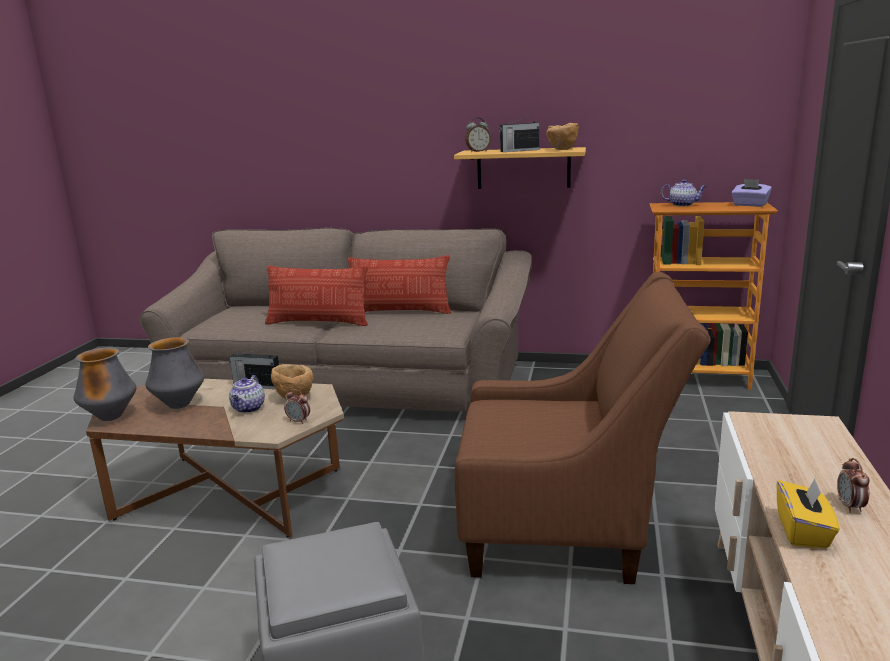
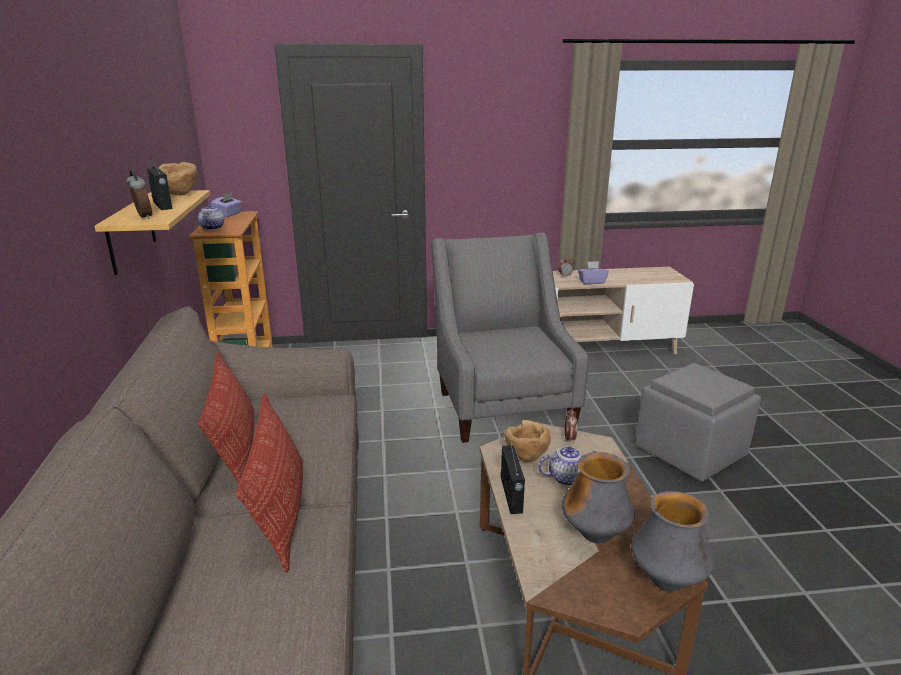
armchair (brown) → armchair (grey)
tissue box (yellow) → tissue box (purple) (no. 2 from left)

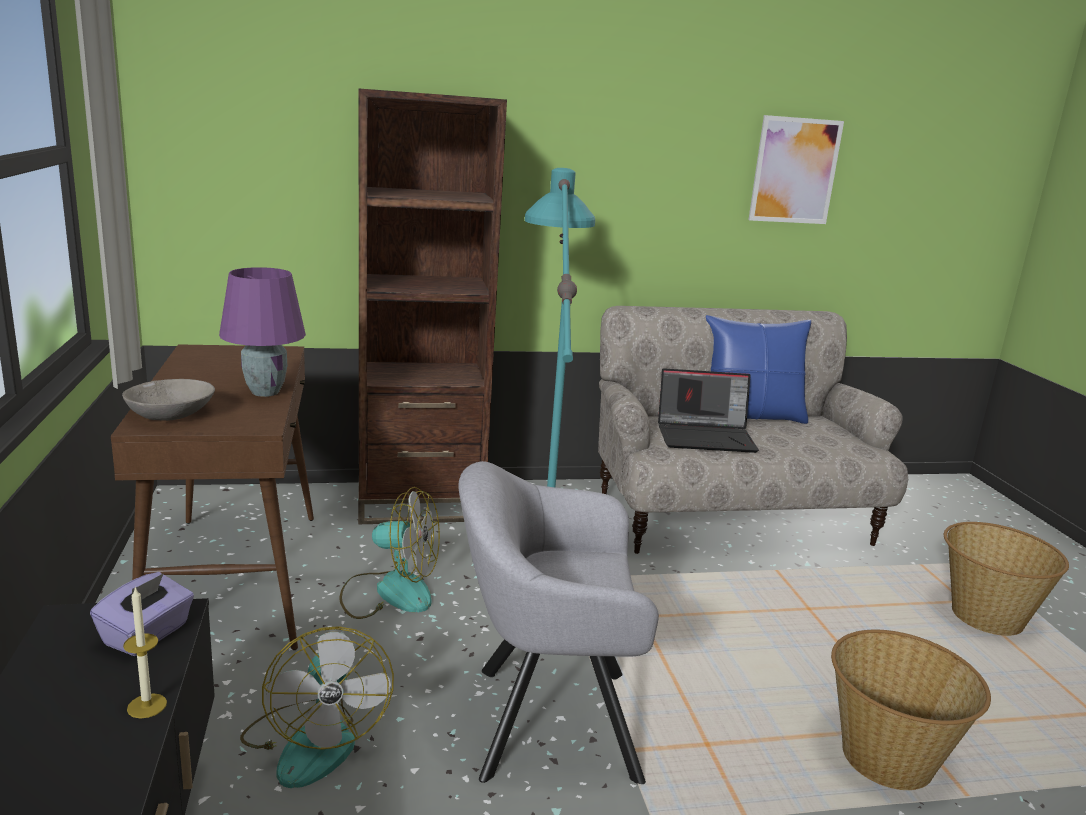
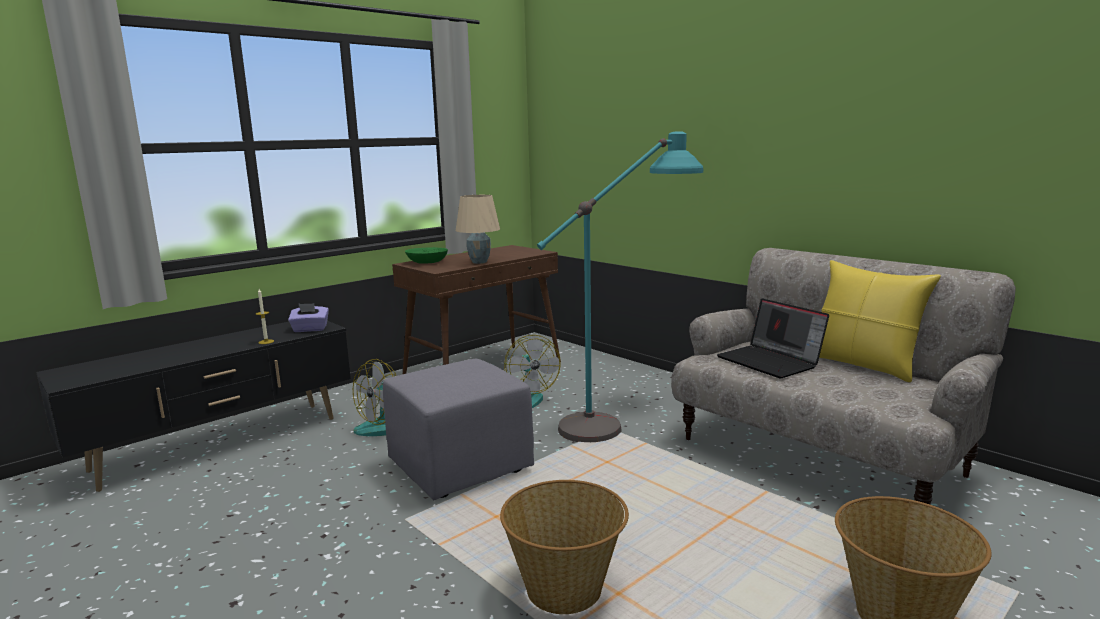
bookcase (brown) → -
picture → -
table lamp (purple) → table lamp (beige)
pillow (blue) → pillow (yellow)
bowl (grey) → bowl (green)
armchair (grey) → ottoman (grey)

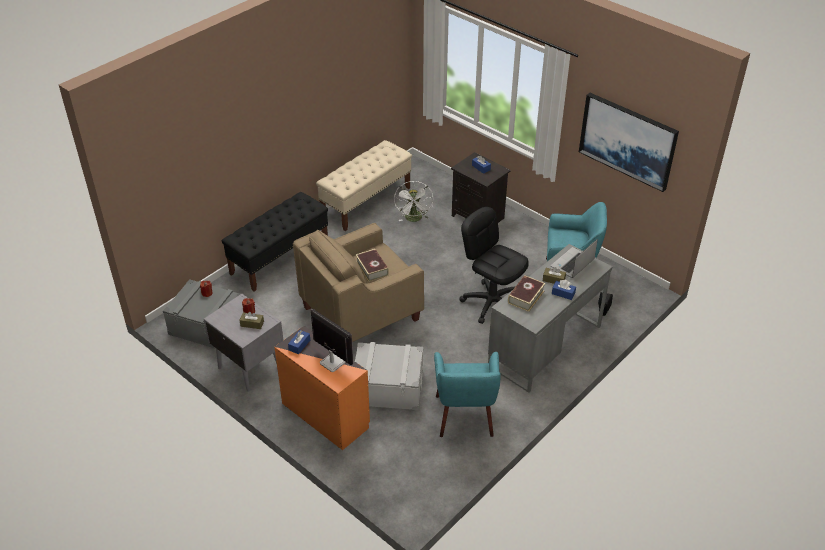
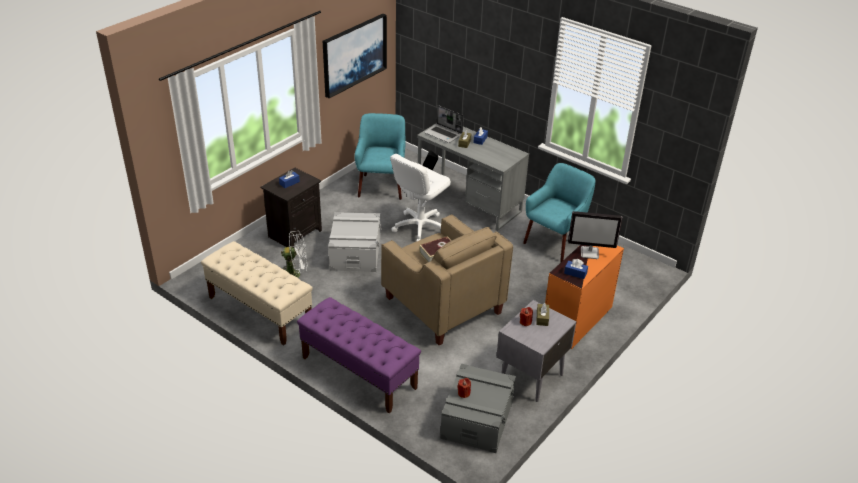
bench (black) → bench (purple)
office chair (black) → office chair (white)
book (no. 2 from left) → -
monitor, 120 degrees counterclockwise
storage box (grey) (no. 2 from left in the first image) → storage box (grey) (no. 1 from left), relocated
armchair (turquoise) (no. 1 from left in the first image) → armchair (turquoise) (no. 2 from left), 45 degrees counterclockwise

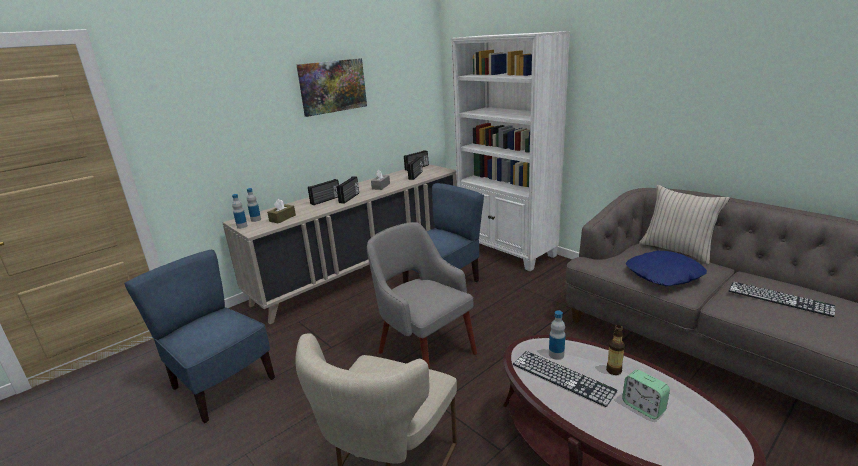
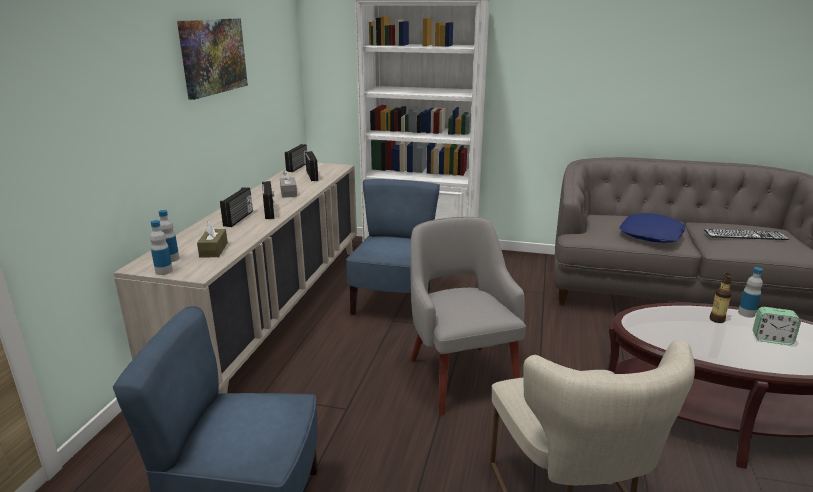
pillow (beige) → -
armchair (grey), 60 degrees clockwise
bottle (no. 3 from left in the first image) → bottle (no. 4 from left), relocated
keyboard (no. 1 from left) → -

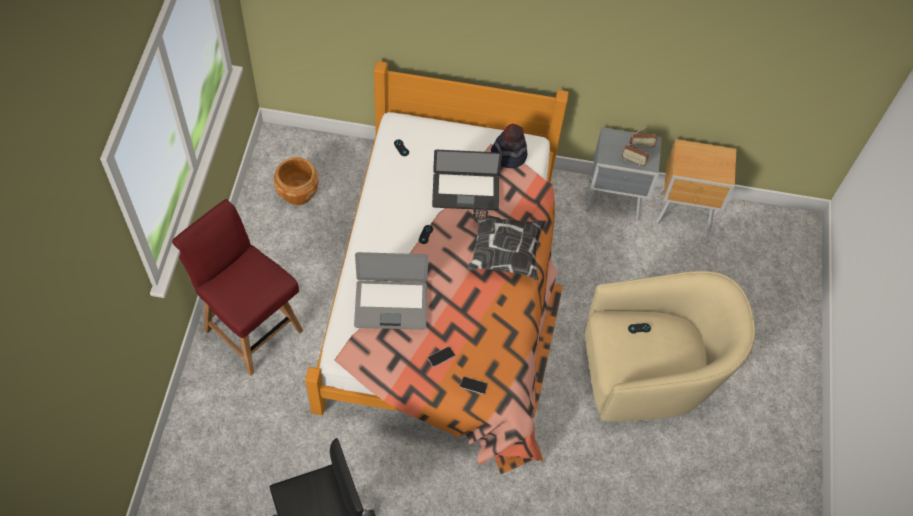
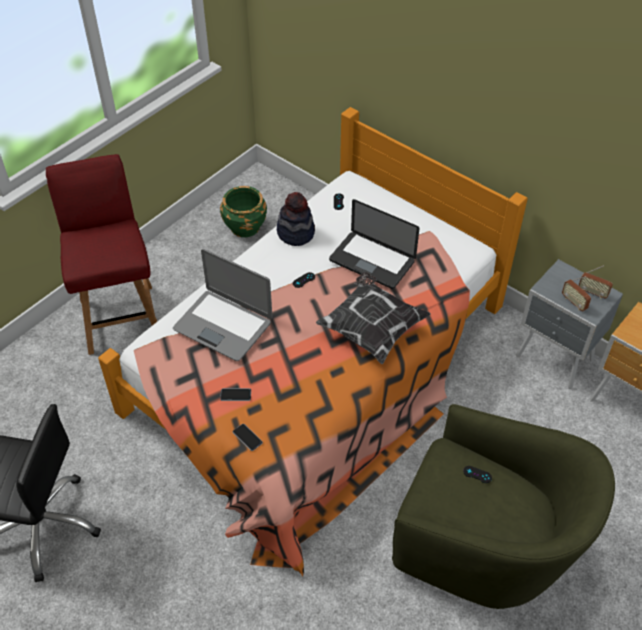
hat, relocated
planter (brown) → planter (green)
armchair (beige) → armchair (green)

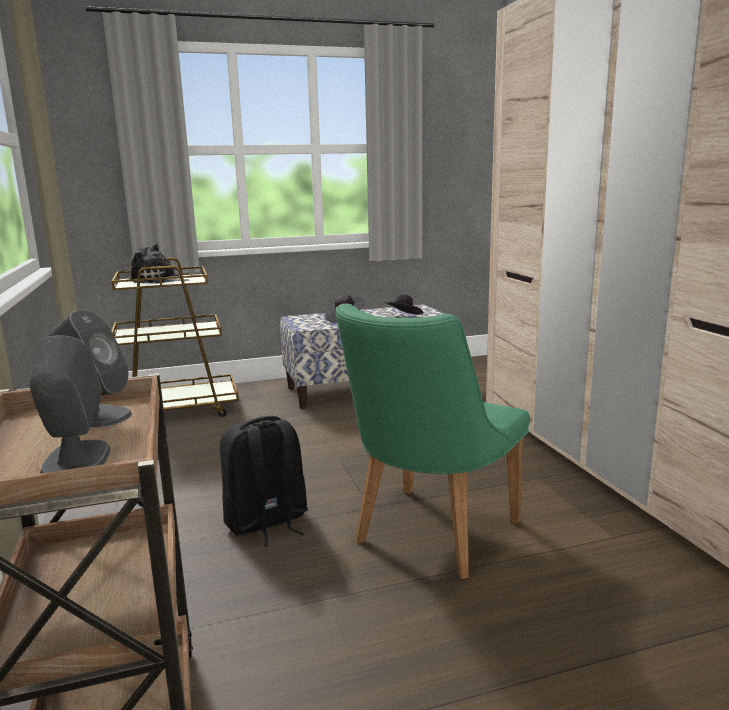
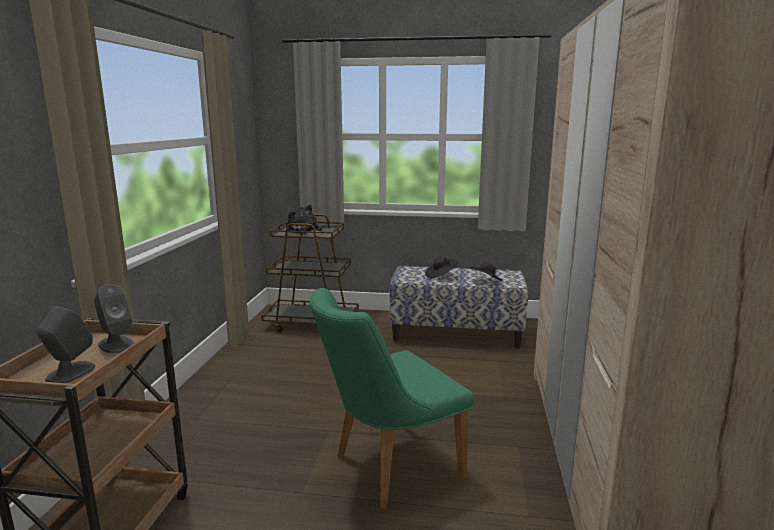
backpack (black) → -

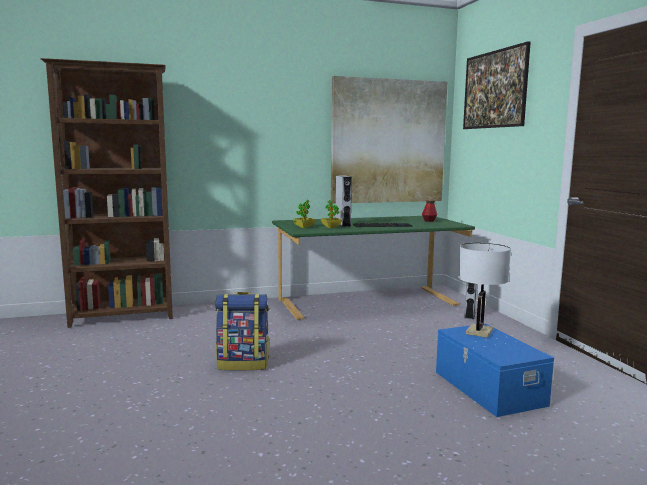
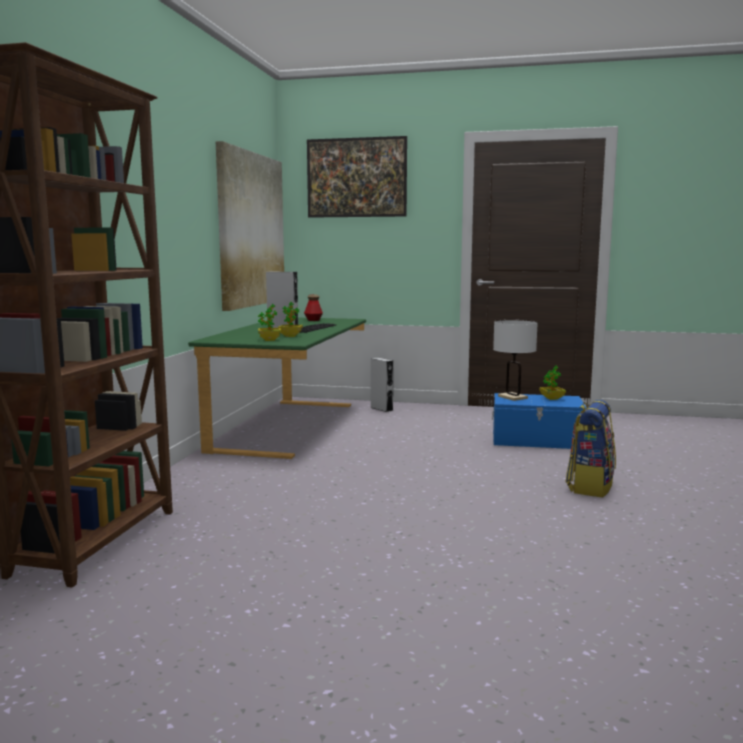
backpack, relocated
- → potted plant (no. 3 from left)

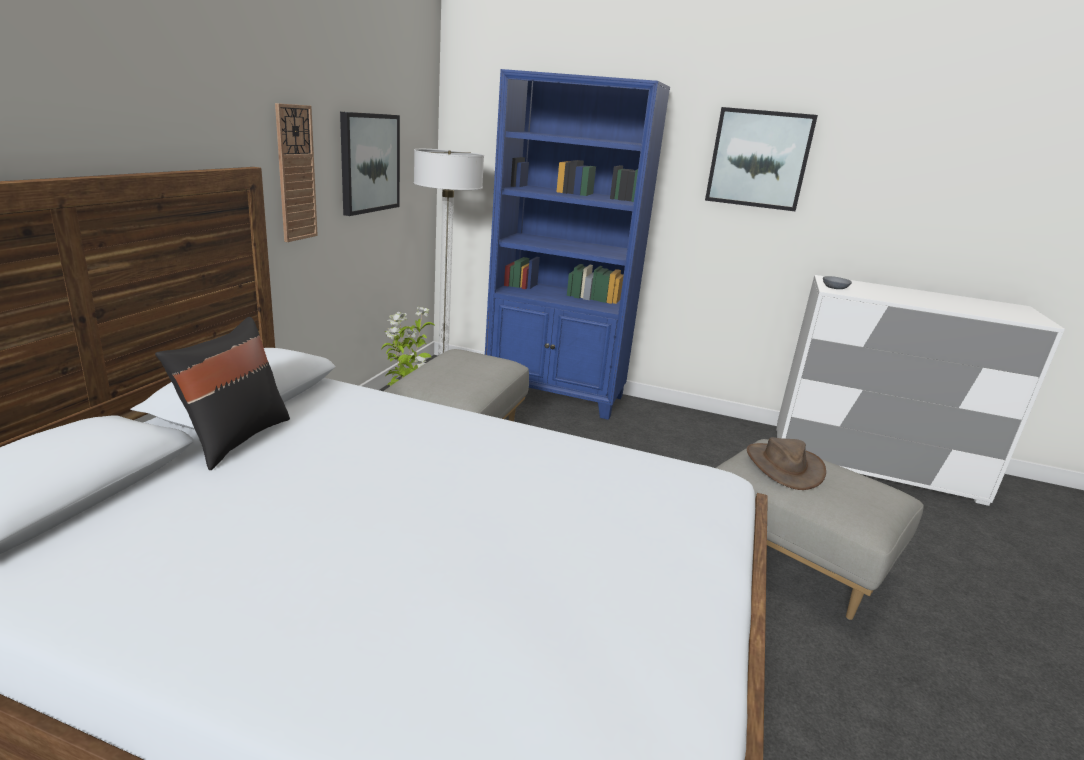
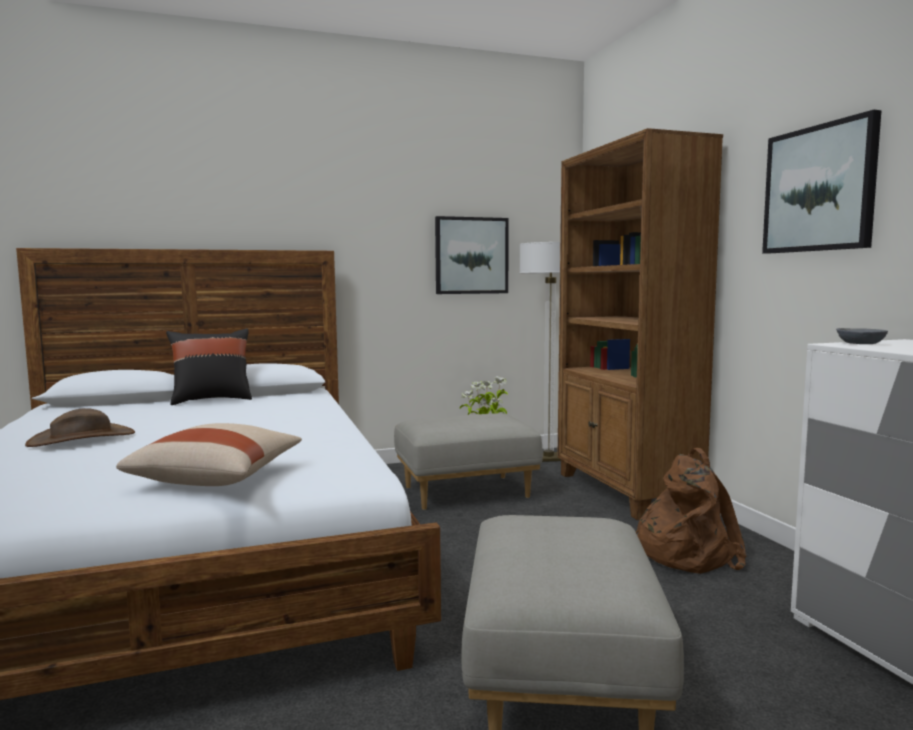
bookcase (blue) → bookcase (brown)
wall clock → -
hat (brown), relocated
- → pillow (beige)
- → backpack (brown)

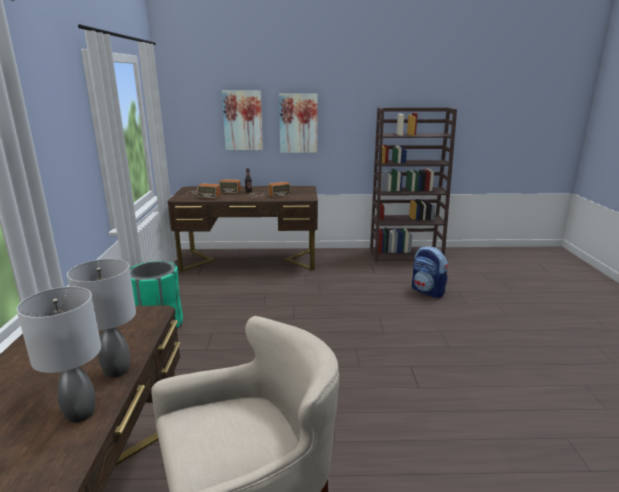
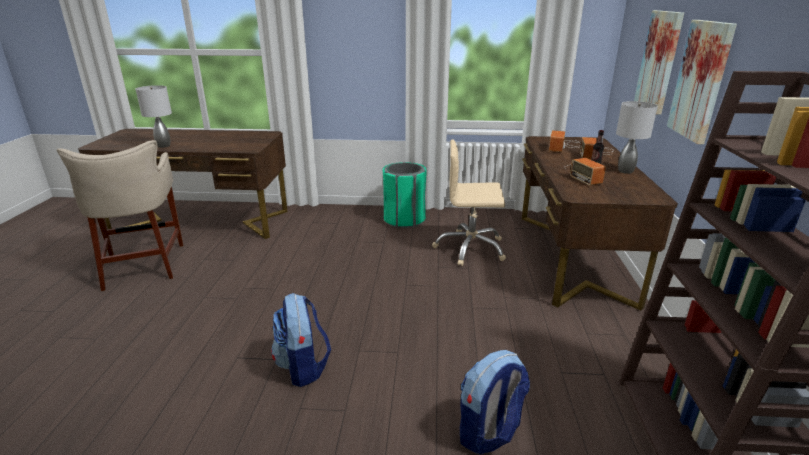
table lamp (grey) (no. 2 from left), relocated
- → office chair (beige)
- → backpack (no. 1 from left)

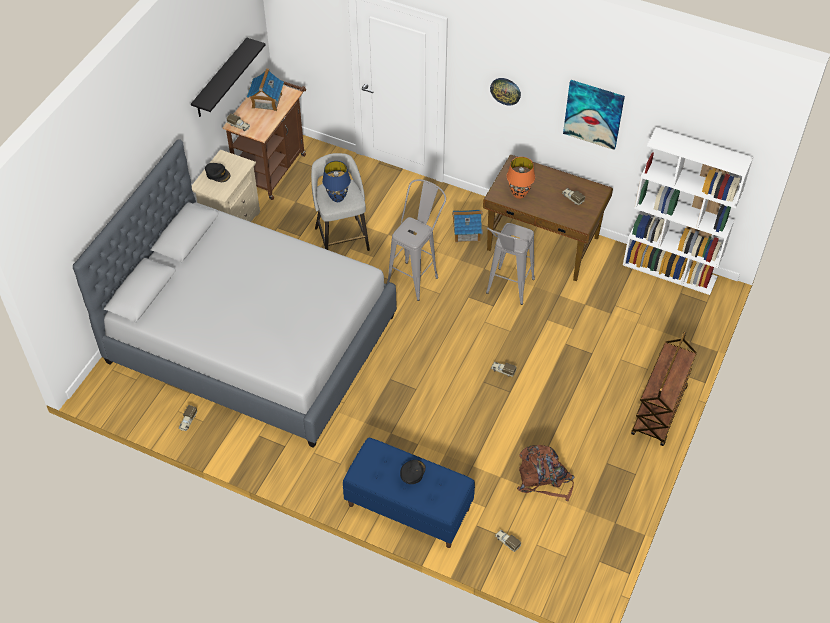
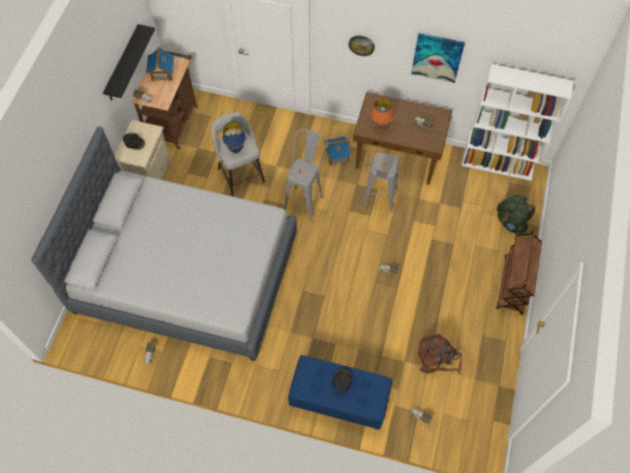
- → backpack (green)

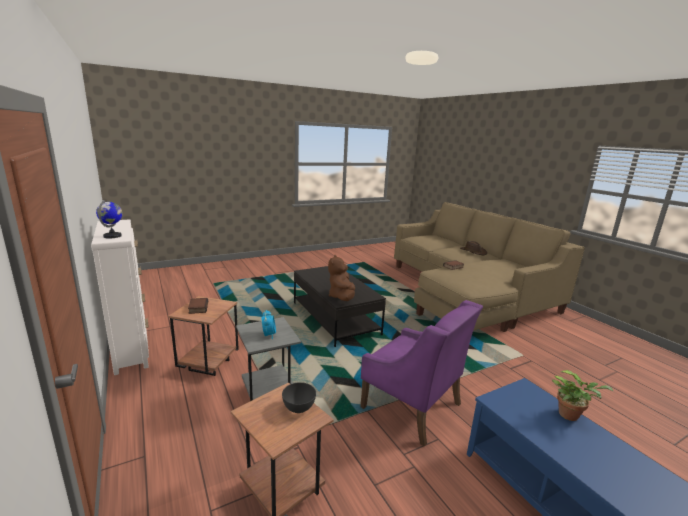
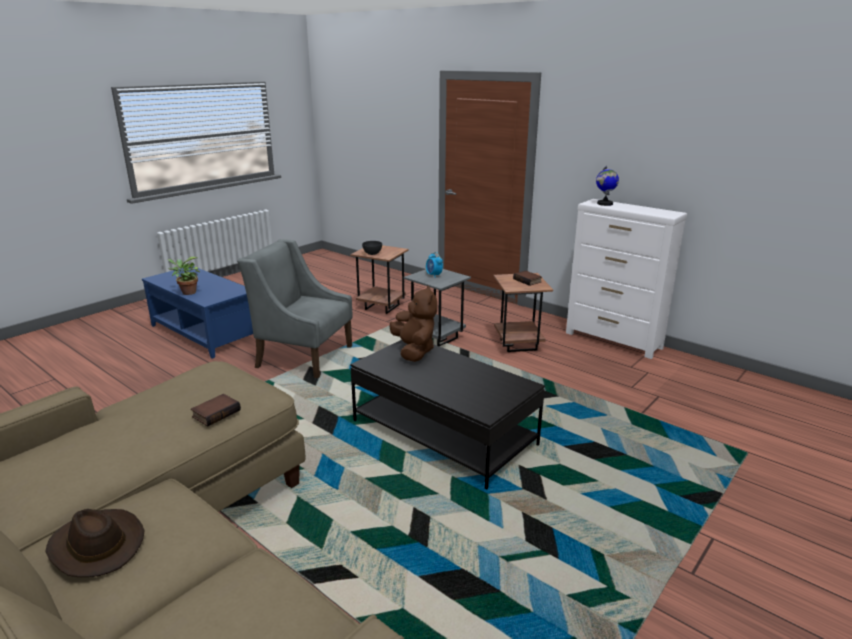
armchair (purple) → armchair (grey)

